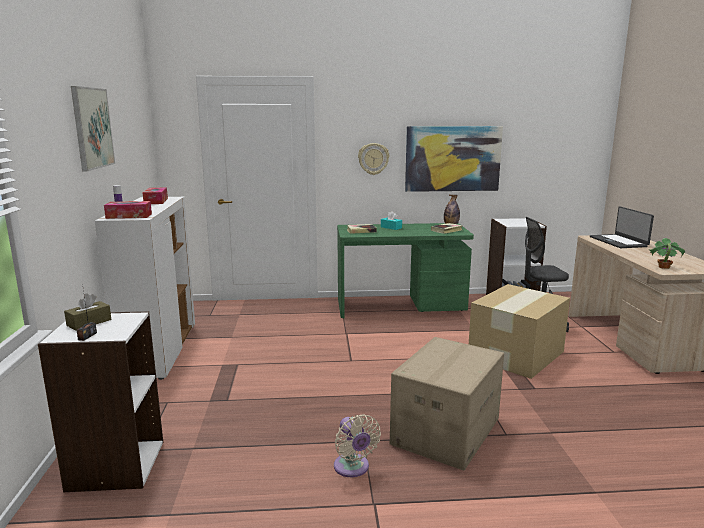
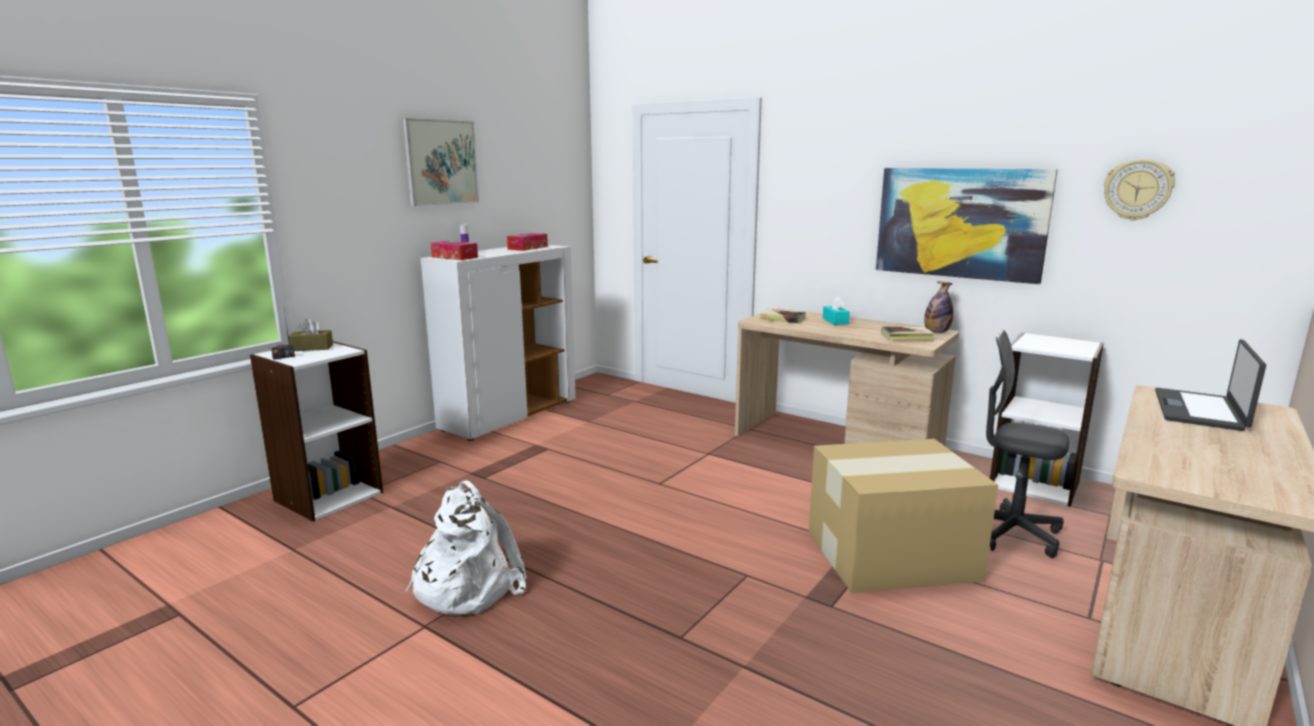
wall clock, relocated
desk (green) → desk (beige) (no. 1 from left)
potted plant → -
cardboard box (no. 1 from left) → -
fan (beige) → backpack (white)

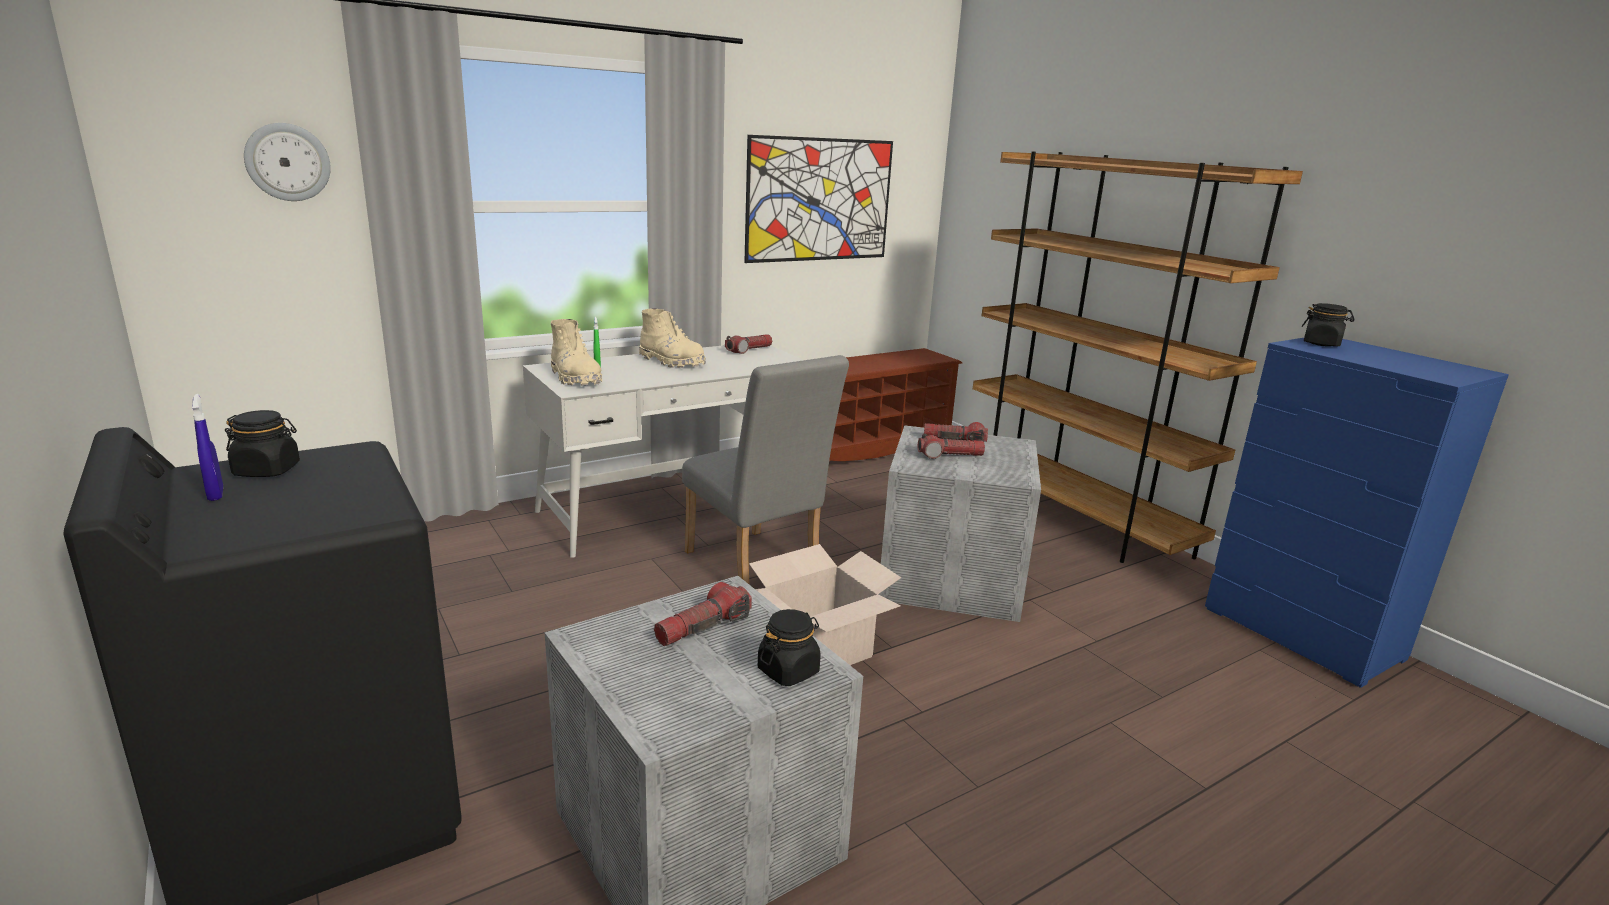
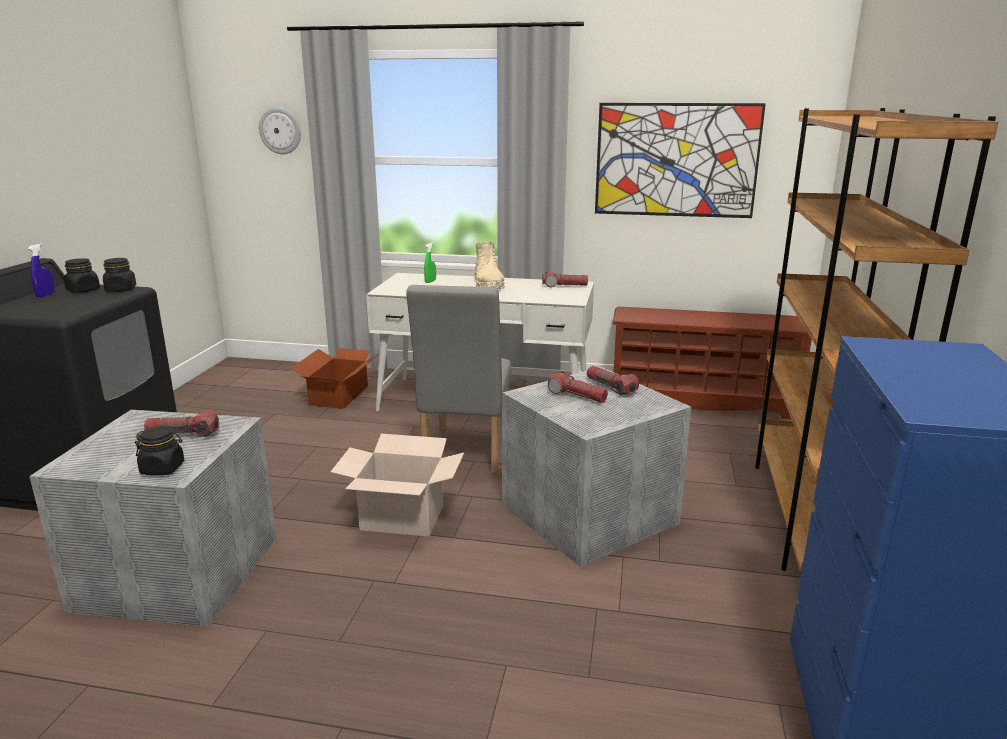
jar (black) (no. 3 from left in the first image) → jar (black) (no. 2 from left), relocated
boot (beige) (no. 1 from left) → -
- → cardboard box (no. 1 from left)

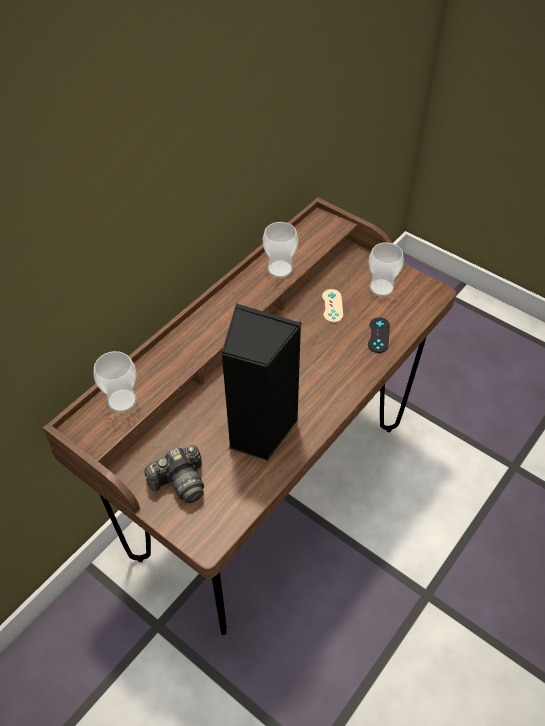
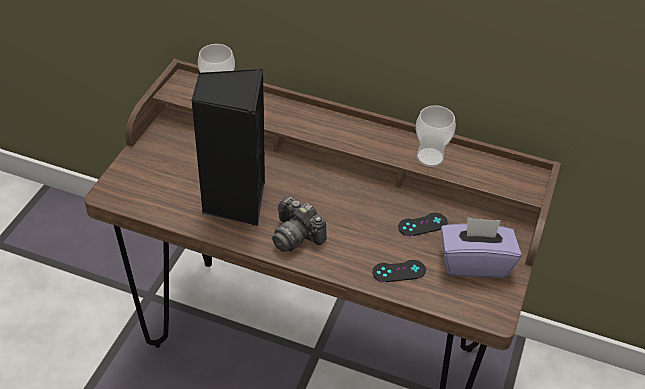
cup (no. 3 from left) → tissue box (purple)
game controller (beige) → game controller (black) (no. 2 from left)
photo camera, relocated

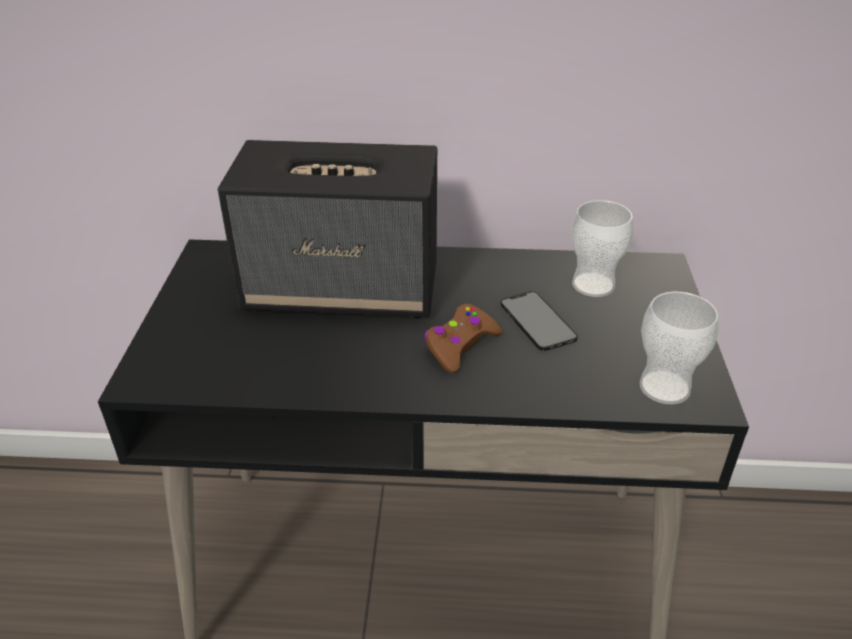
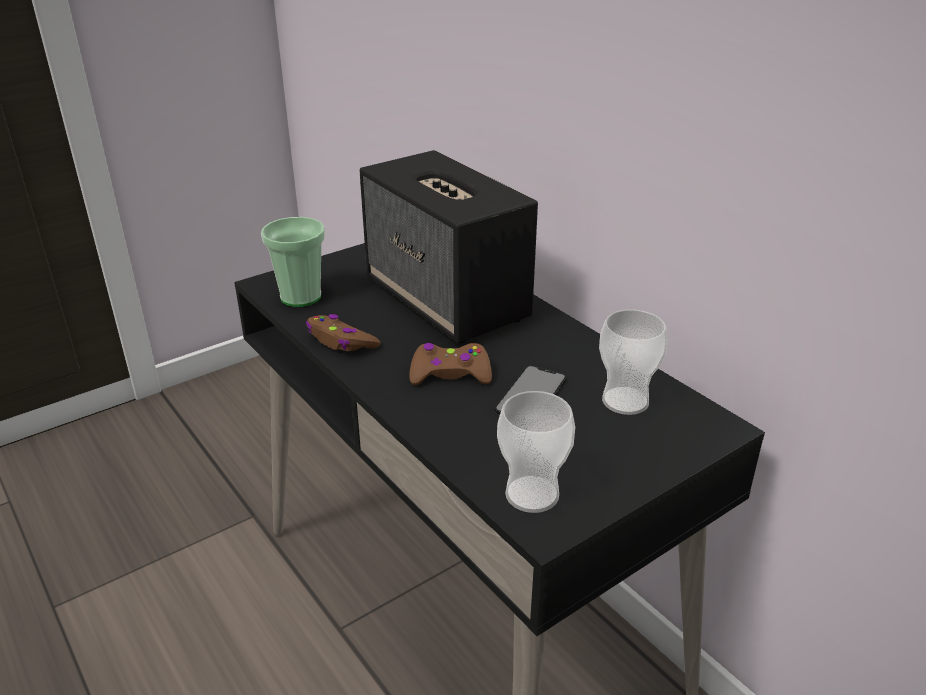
- → cup (no. 1 from left)
- → game controller (brown) (no. 1 from left)

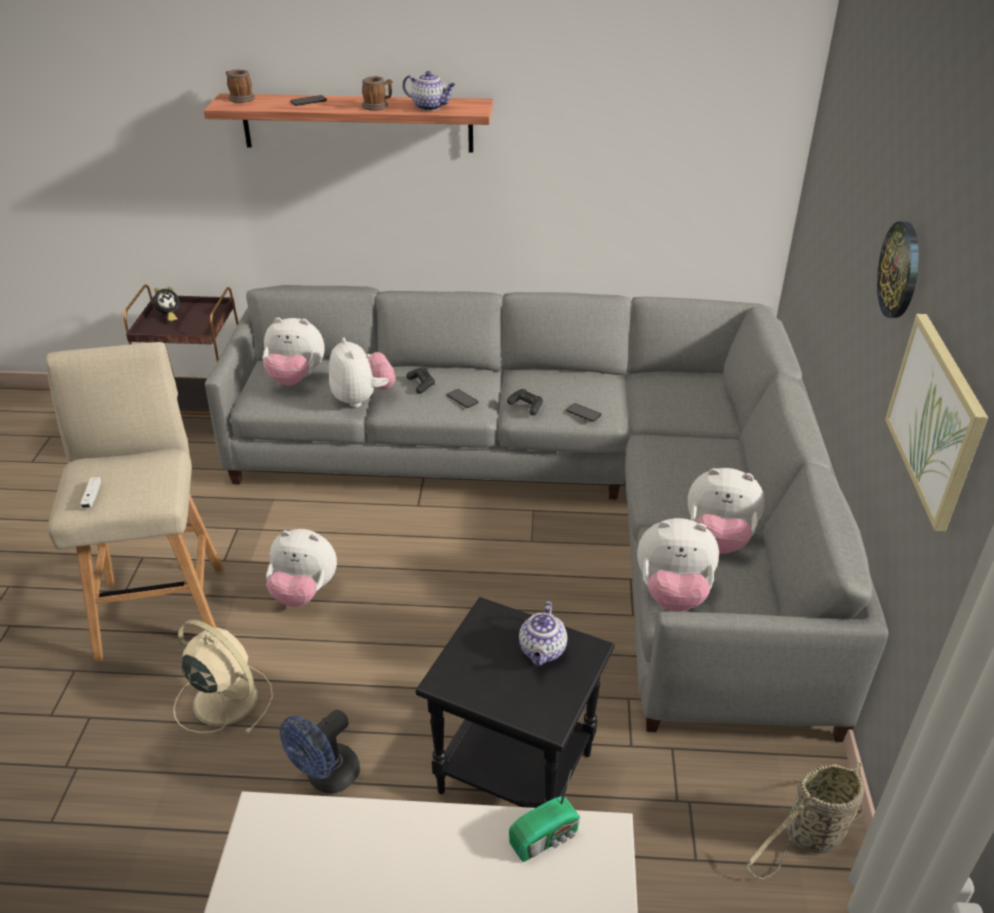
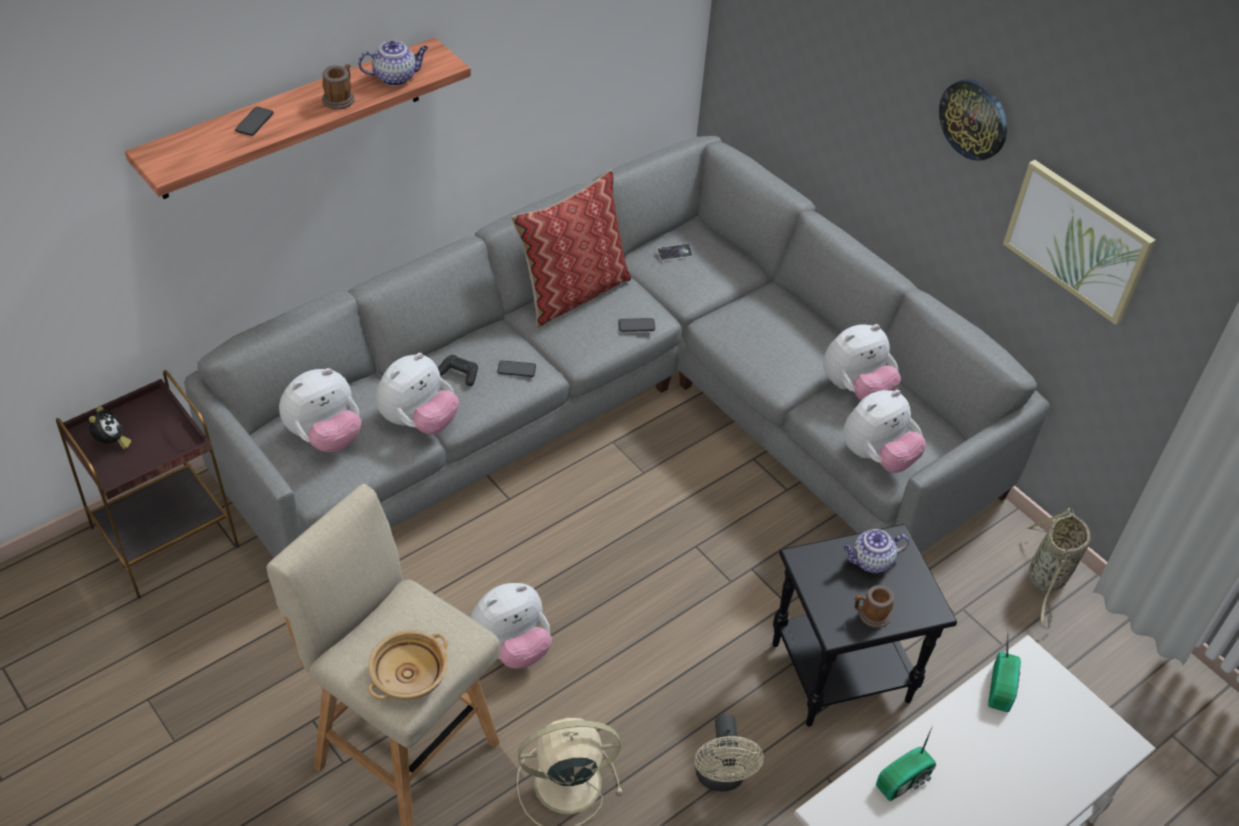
mug (no. 1 from left in the first image) → mug (no. 2 from left), relocated
plush toy (no. 3 from left in the first image) → plush toy (no. 2 from left), 105 degrees clockwise
game controller (black) (no. 2 from left) → -
game controller (white) → bowl (beige)
teapot (no. 2 from left), 105 degrees clockwise
fan (blue) → fan (beige) (no. 2 from left)
- → pillow
- → phone (no. 4 from left)
- → radio (no. 1 from left)

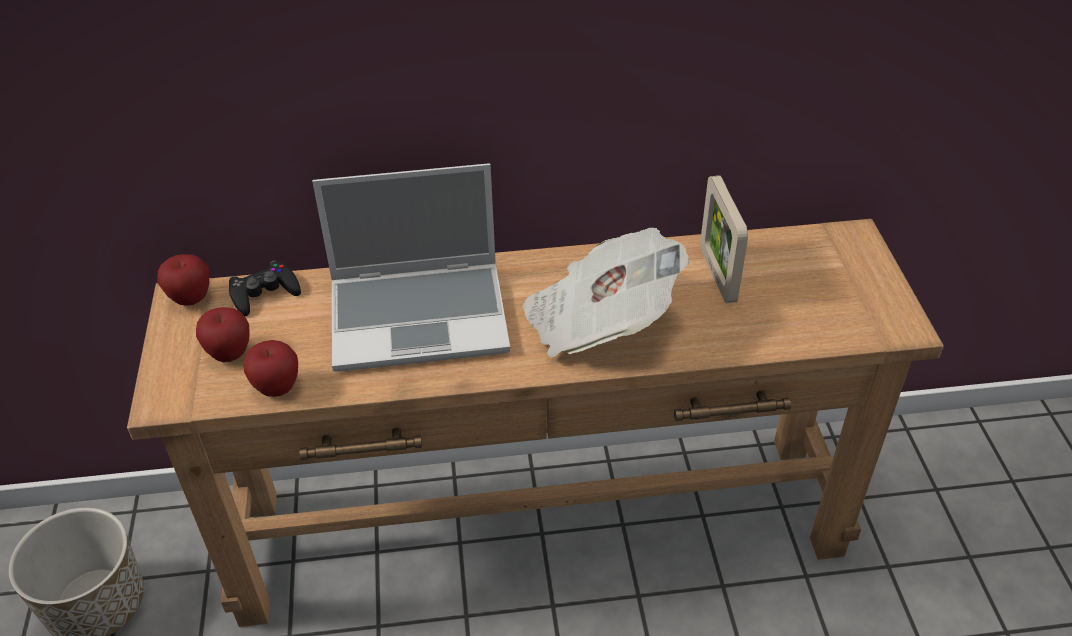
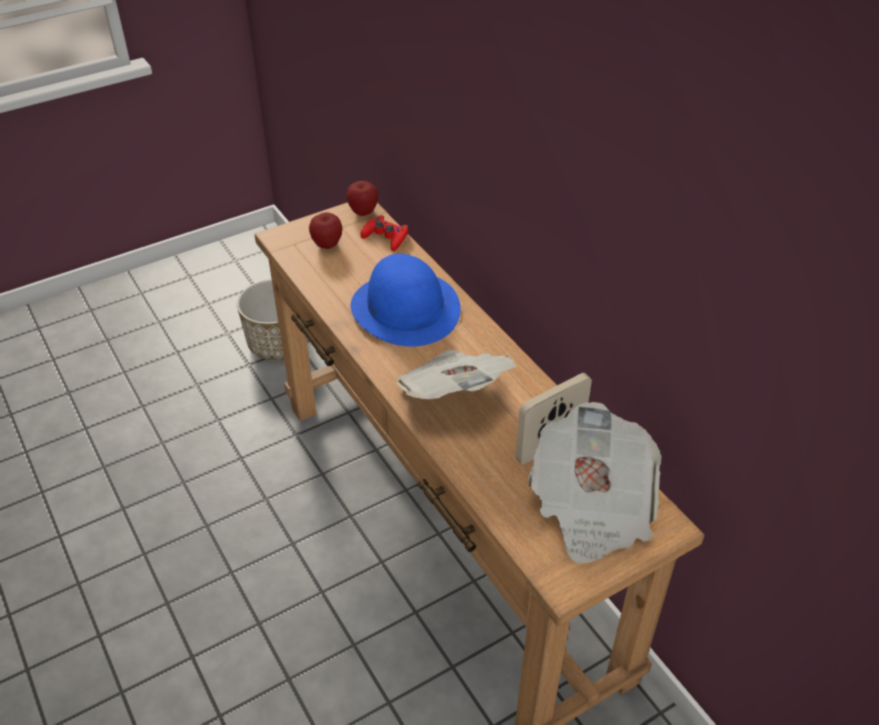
laptop → hat (blue)
game controller (black) → game controller (red)
apple (no. 3 from left) → -
- → newspaper (no. 2 from left)

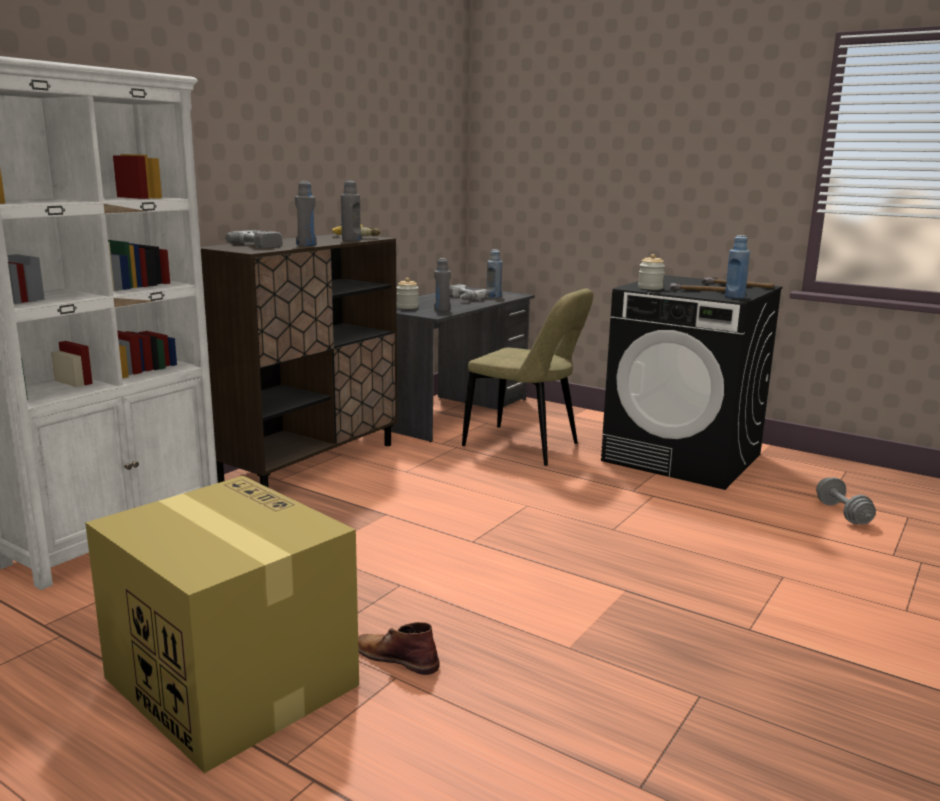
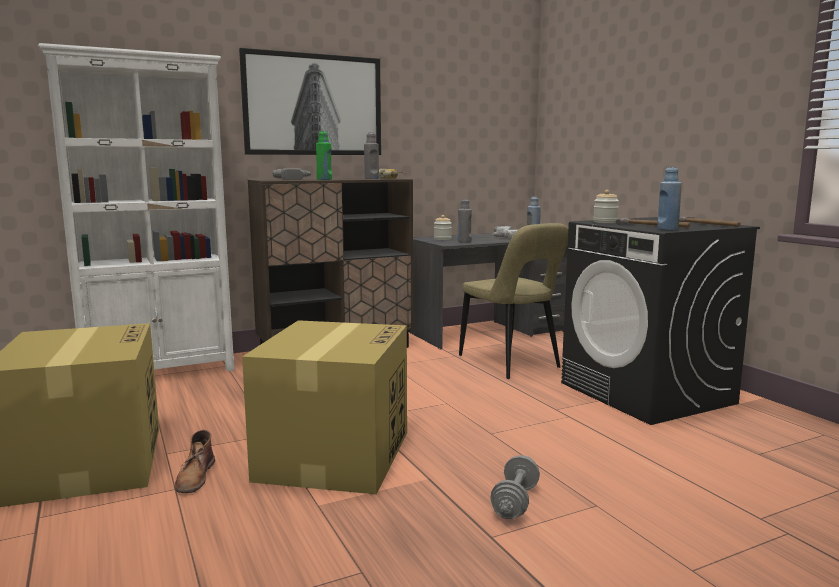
bottle (grey) (no. 1 from left) → bottle (green)
dumbbell (grey), relocated
boot (brown), 150 degrees counterclockwise
- → picture
- → cardboard box (no. 2 from left)

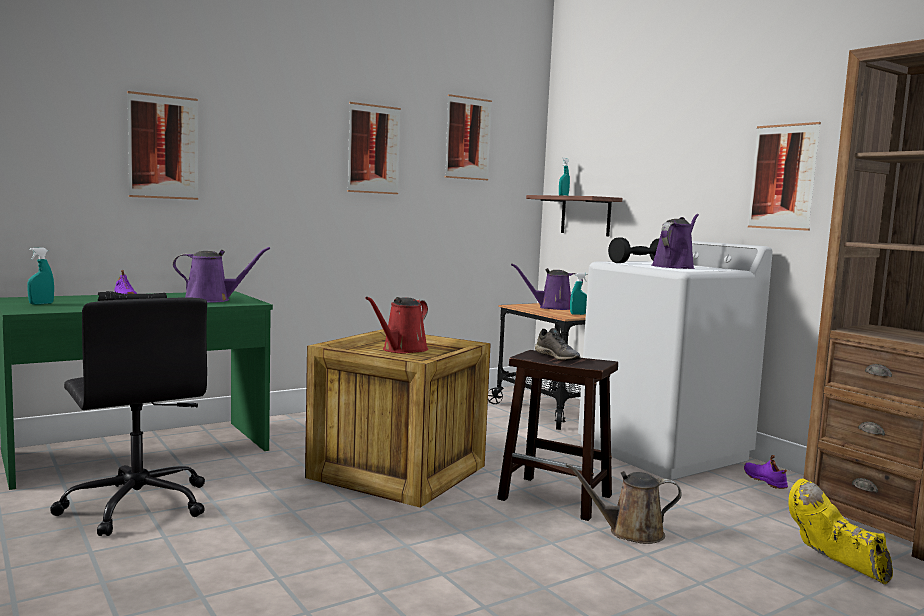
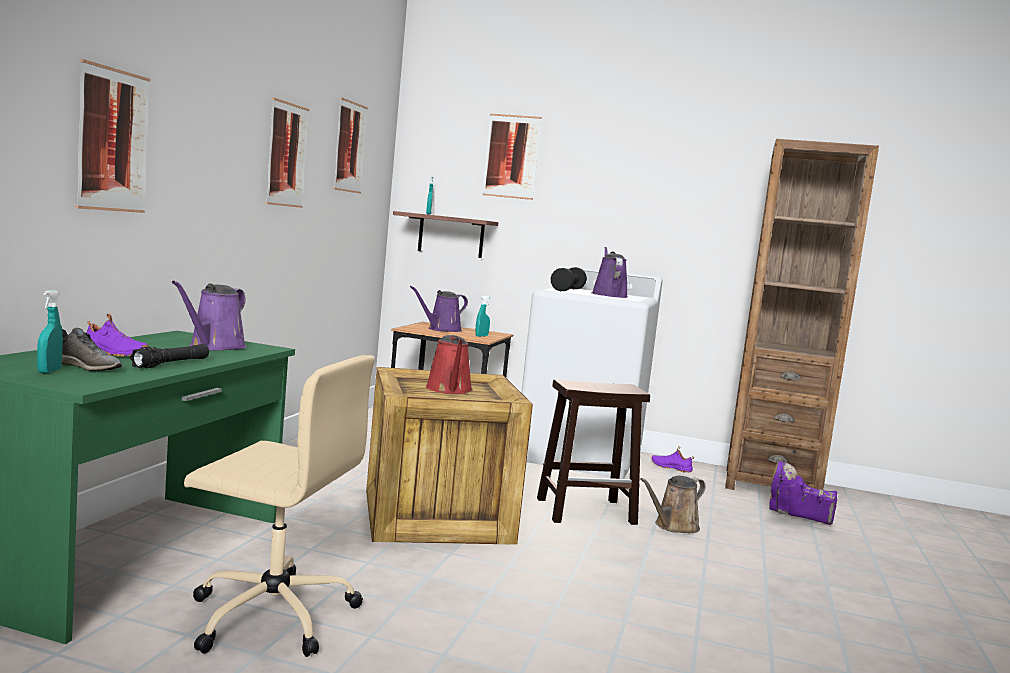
picture (no. 4 from left), relocated
watering can (purple) (no. 1 from left), 150 degrees clockwise
office chair (black) → office chair (beige)
shoe (grey), relocated
boot (yellow) → boot (purple)

